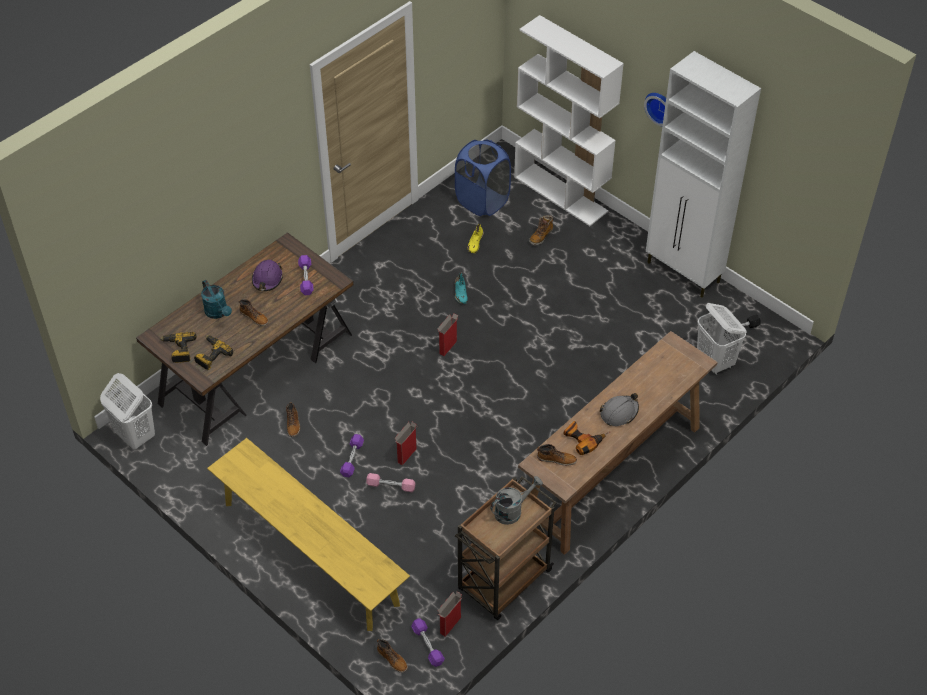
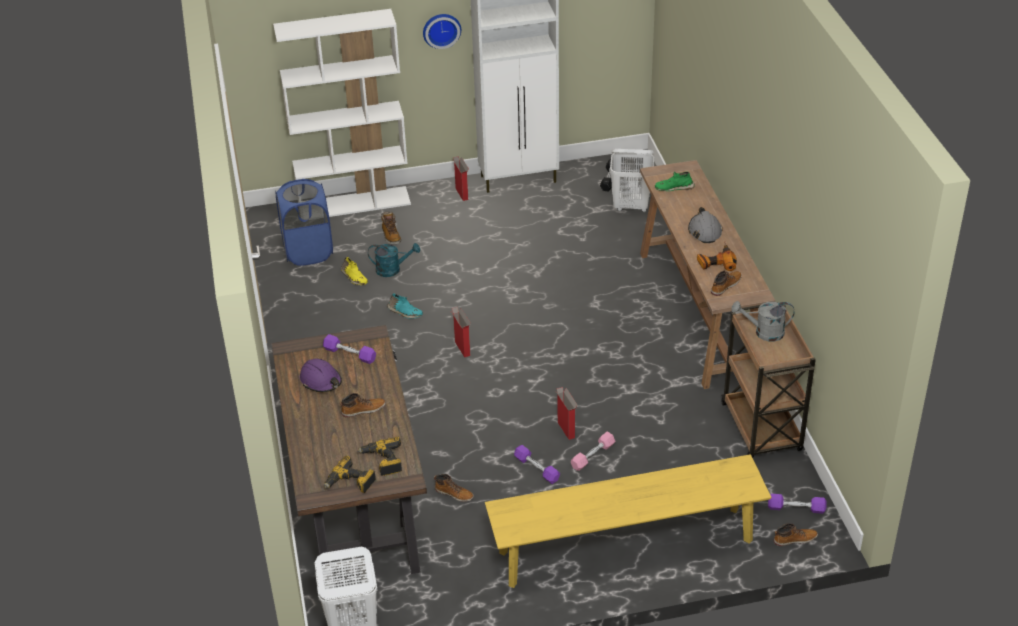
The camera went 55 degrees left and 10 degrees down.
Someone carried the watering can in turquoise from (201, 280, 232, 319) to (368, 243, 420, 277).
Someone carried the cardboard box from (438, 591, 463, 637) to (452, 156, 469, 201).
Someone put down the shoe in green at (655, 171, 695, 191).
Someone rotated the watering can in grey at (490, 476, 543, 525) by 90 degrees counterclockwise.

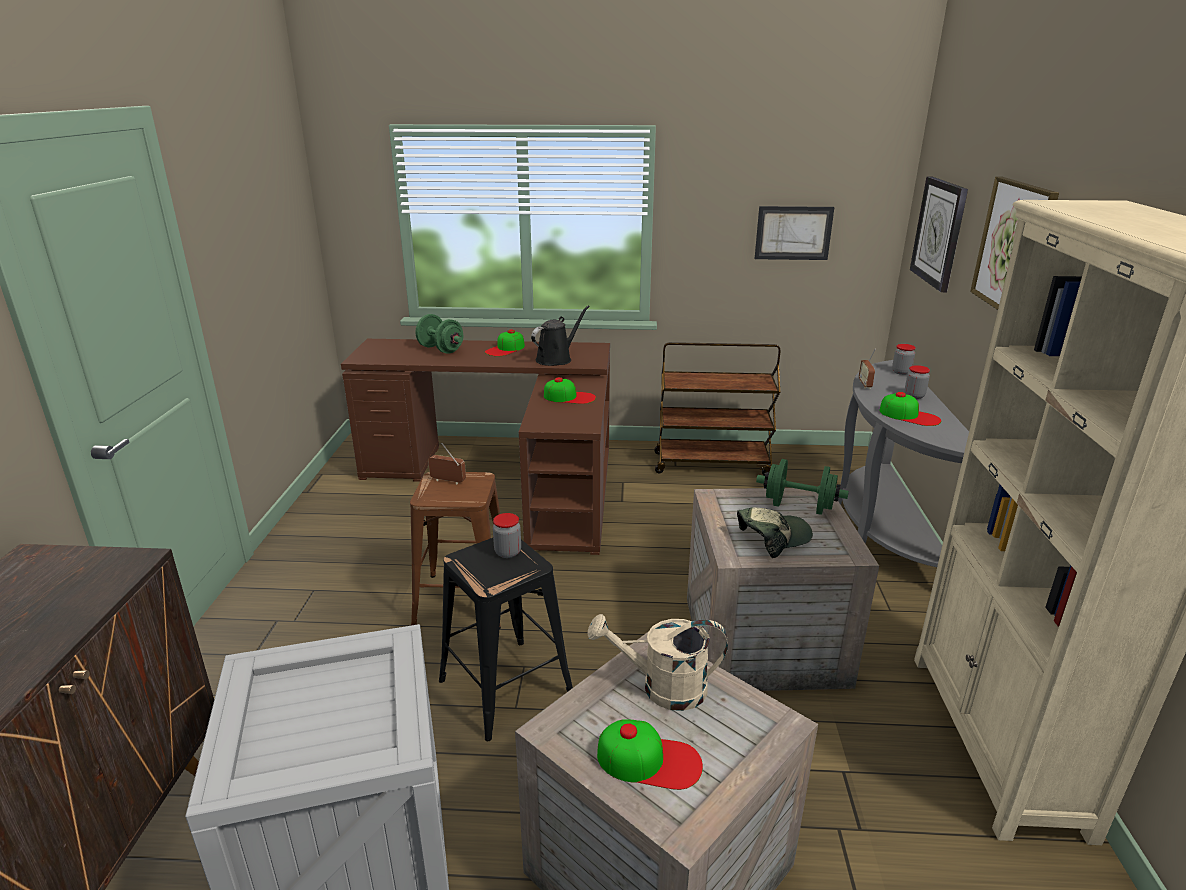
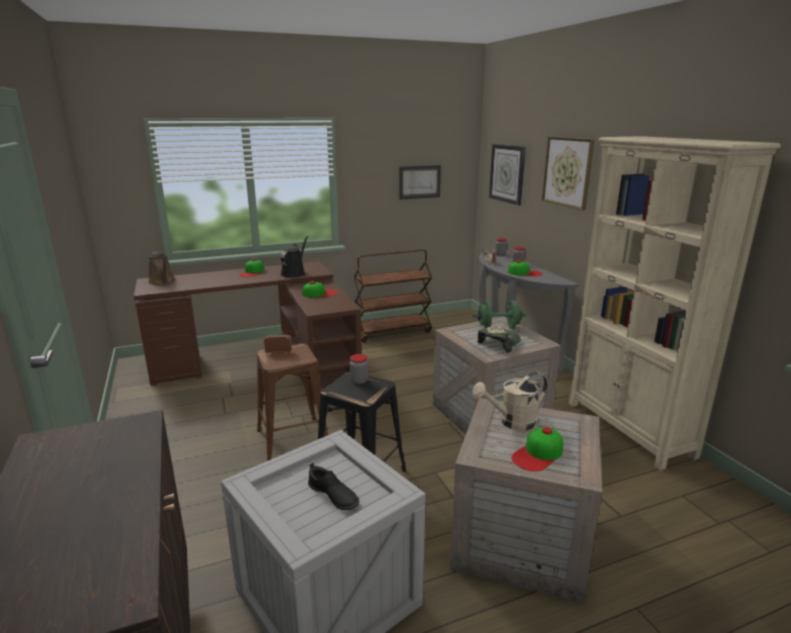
The camera went 25 degrees left and 5 degrees down.
Someone put down the watering can in brown at (148, 252, 175, 285).
Someone put down the shoe in black at (308, 463, 359, 510).
Someone rotated the cap at (597, 719, 703, 790) by 150 degrees clockwise.
Someone took away the dumbbell in green at (416, 314, 463, 354).

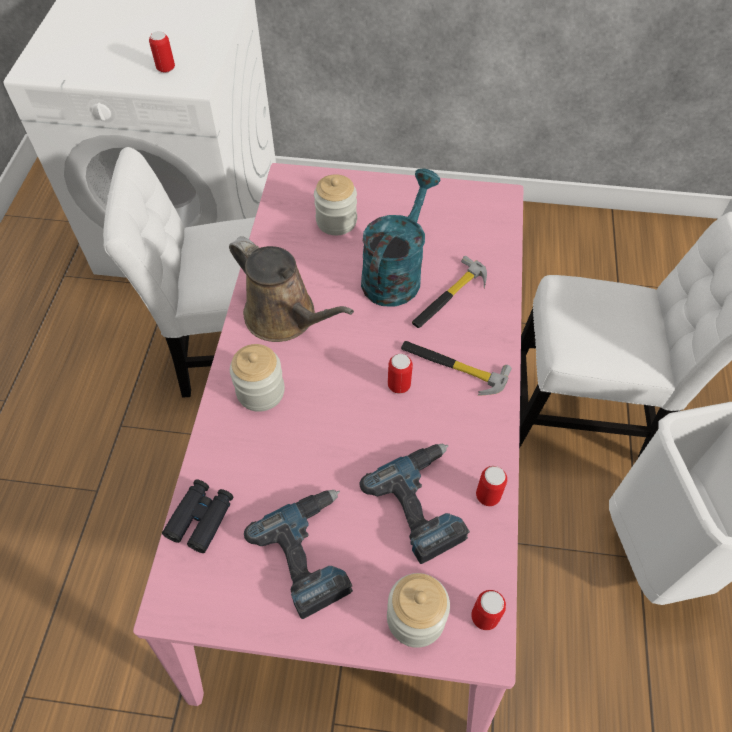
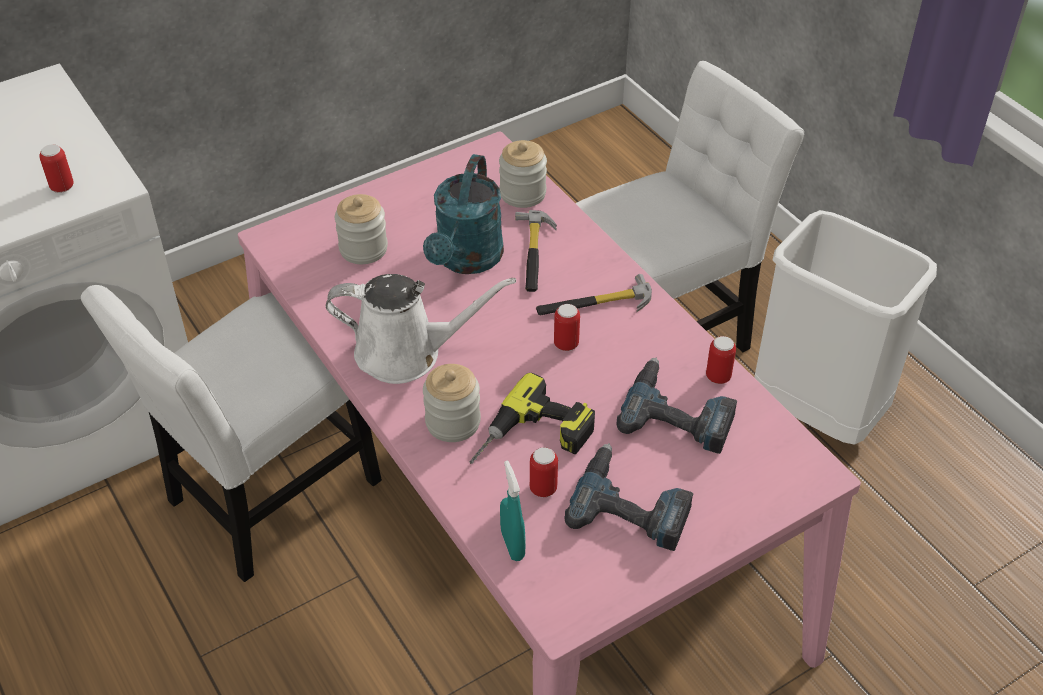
The camera went 40 degrees left and 10 degrees down.
Someone repainted the watering can in brown at (229, 236, 354, 342), which became the watering can in white at (326, 274, 516, 384).
Someone rotated the watering can in turquoise at (361, 169, 441, 307) by 150 degrees counterclockwise.
Someone put down the power drill at (469, 373, 595, 464).
Someone carried the jar from (387, 573, 450, 648) to (499, 140, 547, 208).
Someone swapped the binoculars in black at (162, 479, 233, 553) for the spray bottle in turquoise at (500, 461, 526, 561).
Someone carried the can from (471, 590, 506, 630) to (530, 447, 558, 497).

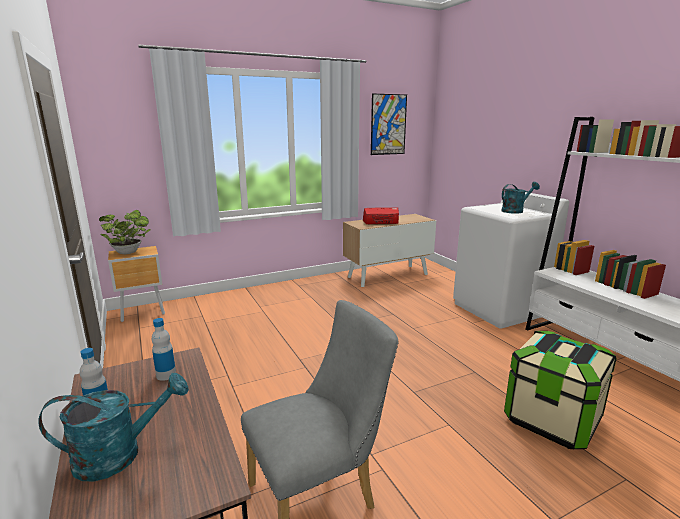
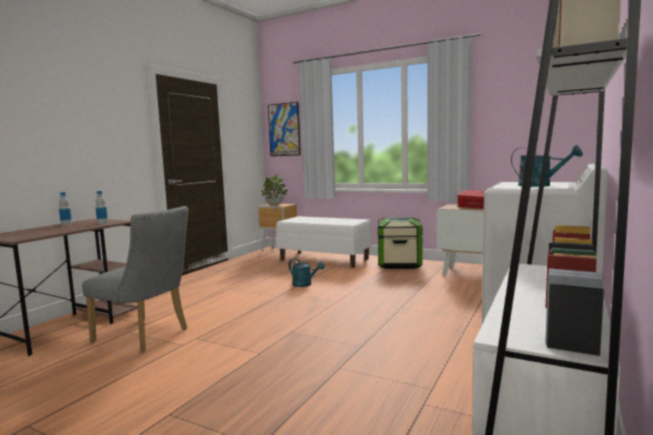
The camera went 55 degrees right and 10 degrees down.
Someone carried the picture from (371, 94, 407, 155) to (268, 102, 301, 156).
Someone put down the bench in white at (276, 216, 371, 268).
Someone carried the watering can in turquoise from (38, 373, 189, 481) to (289, 258, 325, 287).
Someone carried the storage box from (504, 331, 617, 449) to (378, 217, 422, 269).

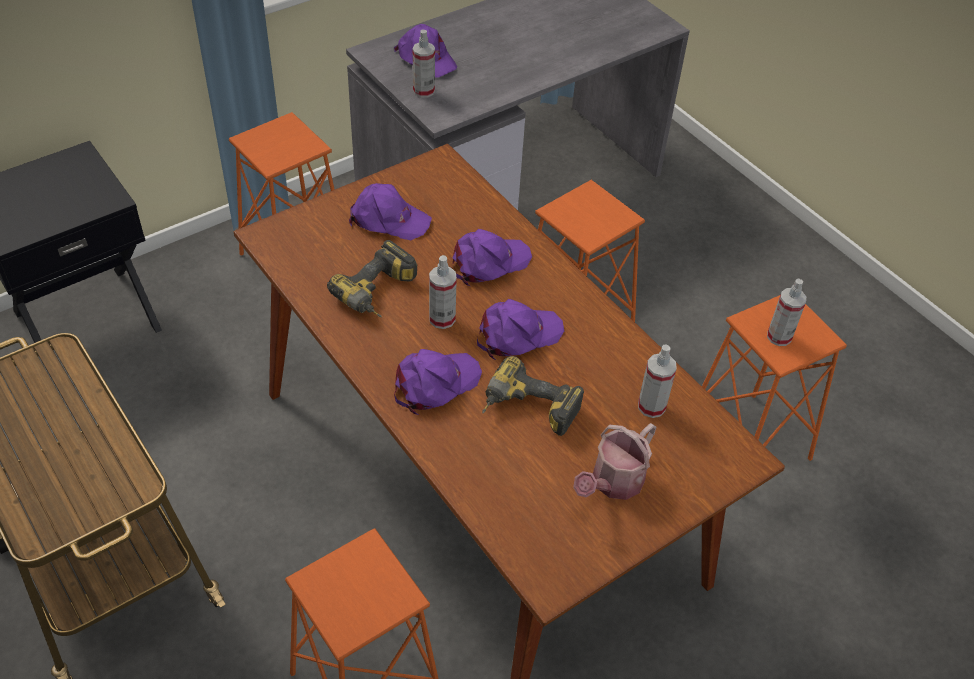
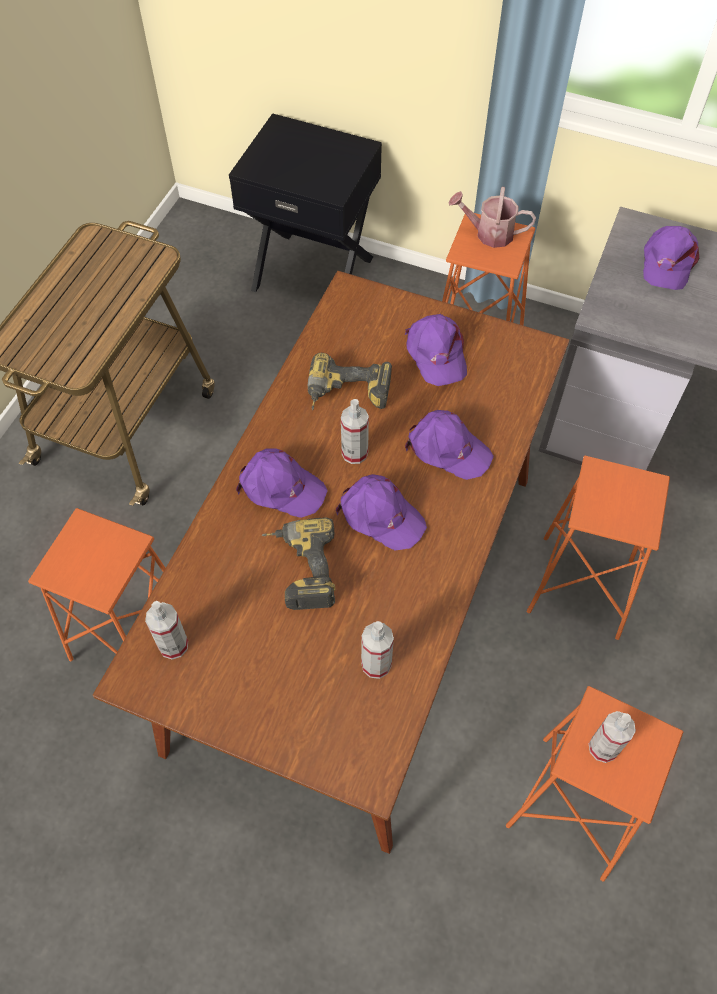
The camera went 60 degrees right and 10 degrees up.
Someone carried the spray bottle from (413, 29, 435, 98) to (145, 601, 188, 660).
Someone carried the watering can from (573, 423, 656, 500) to (449, 187, 536, 248).

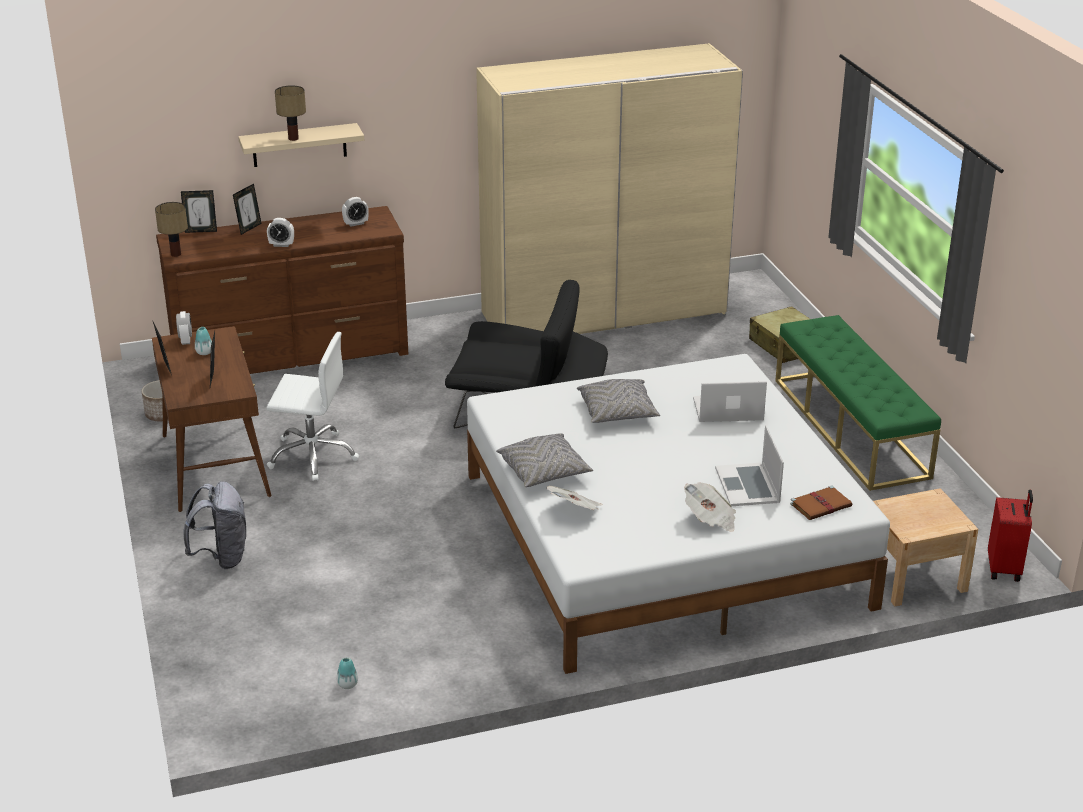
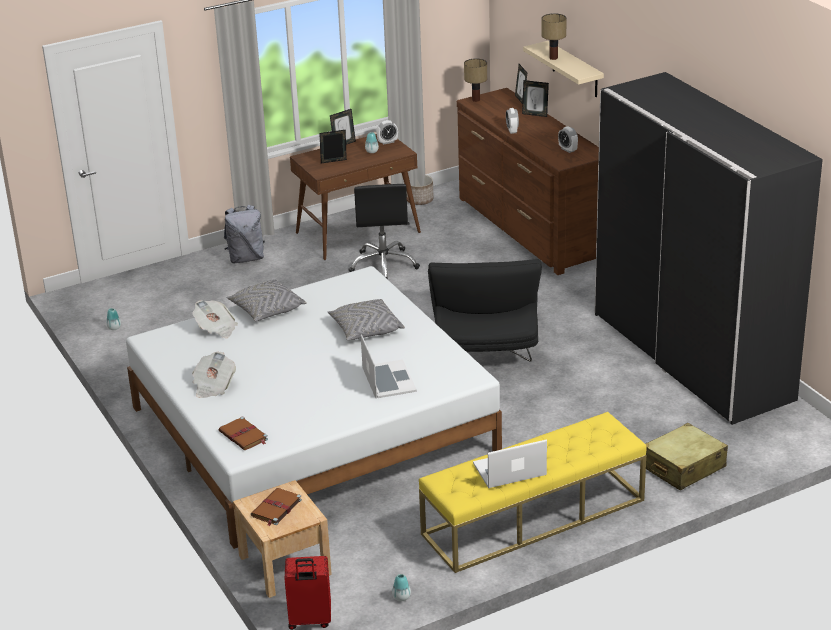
The camera went 80 degrees right and 0 degrees up.
Someone put down the book in brown at (251, 488, 302, 526).
Someone repainted the office chair in white at (267, 332, 359, 481), which became the office chair in black at (348, 184, 420, 279).
Someone put down the vase at (392, 574, 411, 601).
Someone repainted the bench in green at (775, 315, 941, 491), which became the bench in yellow at (419, 412, 647, 573).
Someone carried the laptop from (715, 425, 784, 506) to (473, 439, 547, 488).
Someone repainted the wardrobe in beige at (476, 43, 743, 334), which became the wardrobe in black at (595, 72, 823, 425).

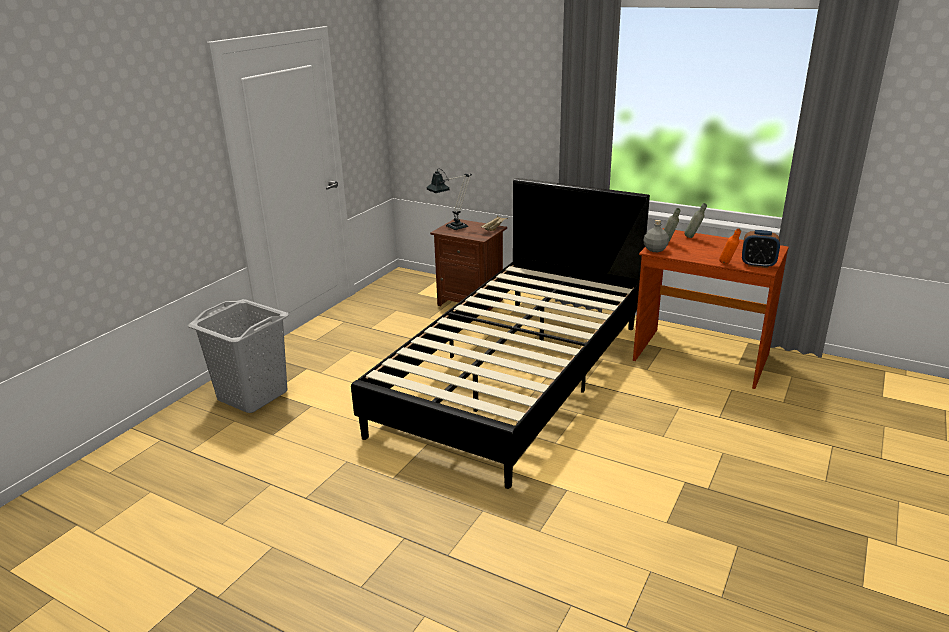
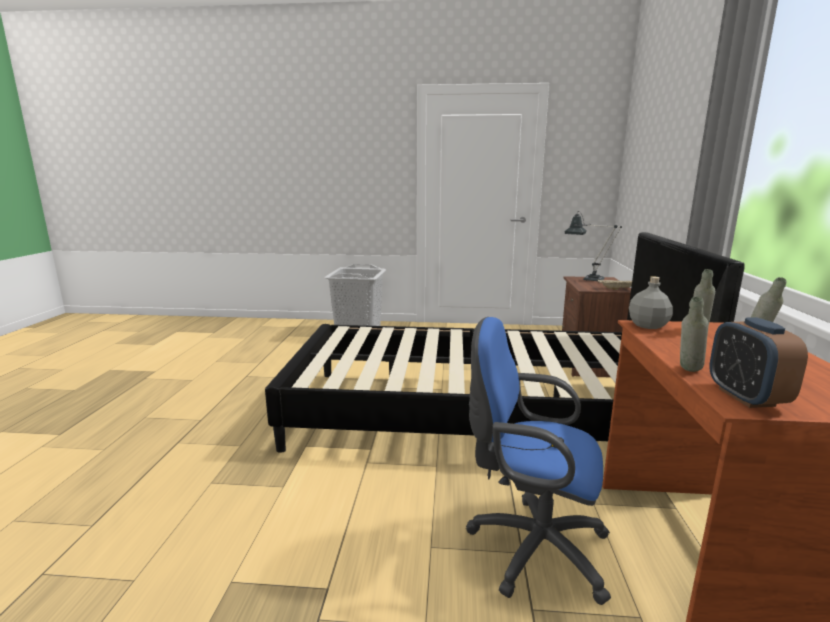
The camera went 65 degrees right and 10 degrees down.
Someone put down the office chair in blue at (466, 317, 611, 605).
Someone repainted the bottle in orange at (719, 228, 741, 264), which became the bottle in grey at (680, 296, 708, 372).

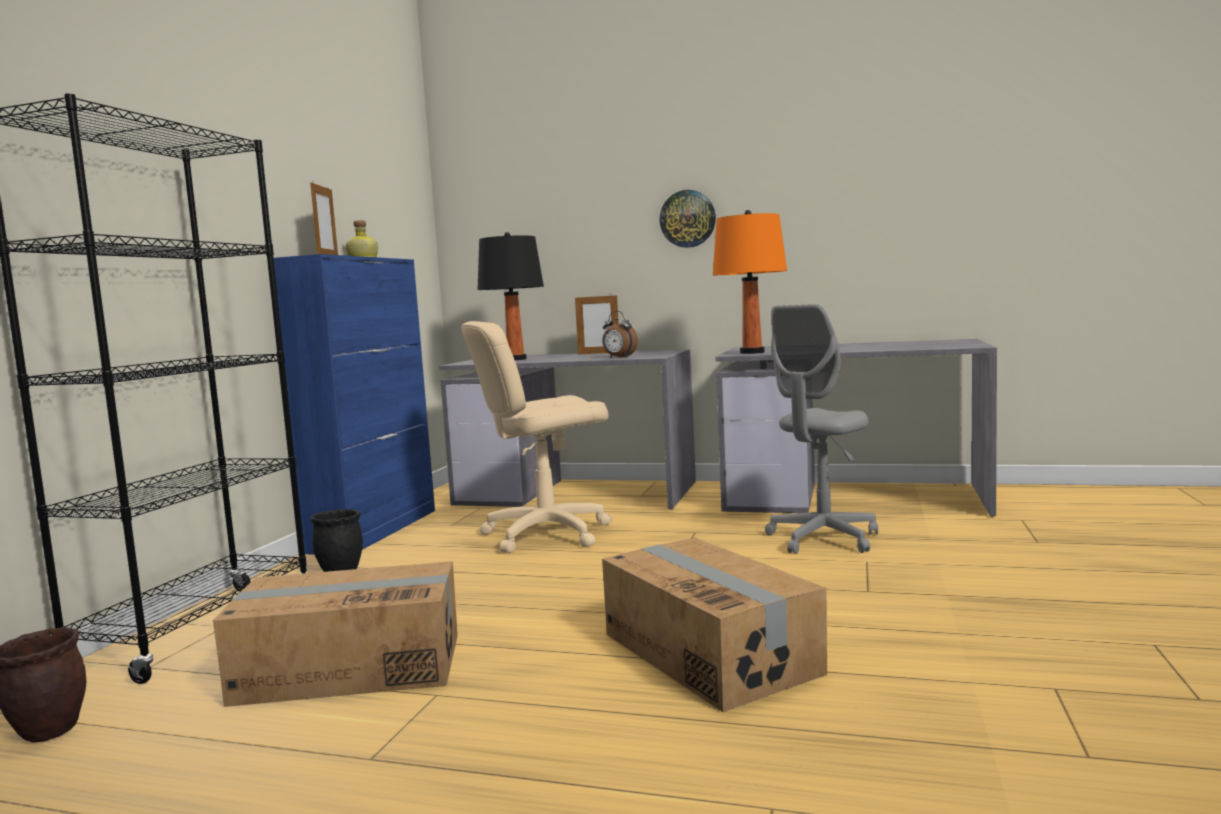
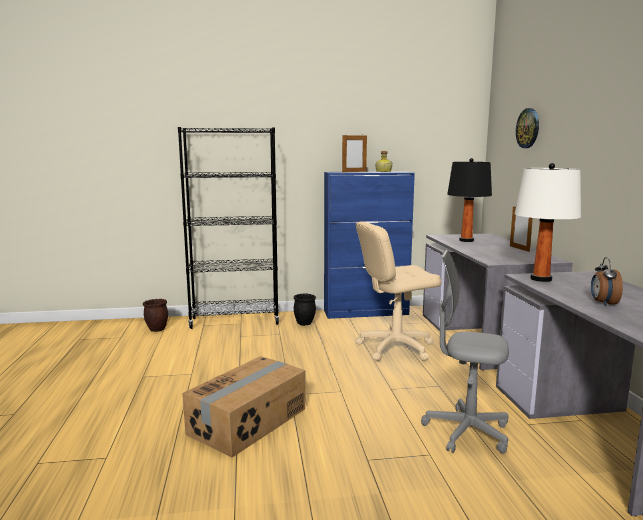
The camera went 65 degrees right and 5 degrees up.
Someone rotated the office chair in beige at (461, 321, 612, 553) by 60 degrees counterclockwise.
Someone repainted the table lamp in orange at (713, 210, 787, 354), which became the table lamp in white at (515, 163, 581, 282).
Someone carried the wall clock from (660, 190, 716, 248) to (516, 108, 539, 148).
Someone carried the alarm clock from (602, 311, 638, 358) to (591, 257, 623, 306).
Someone took away the cardboard box at (213, 561, 458, 707).

